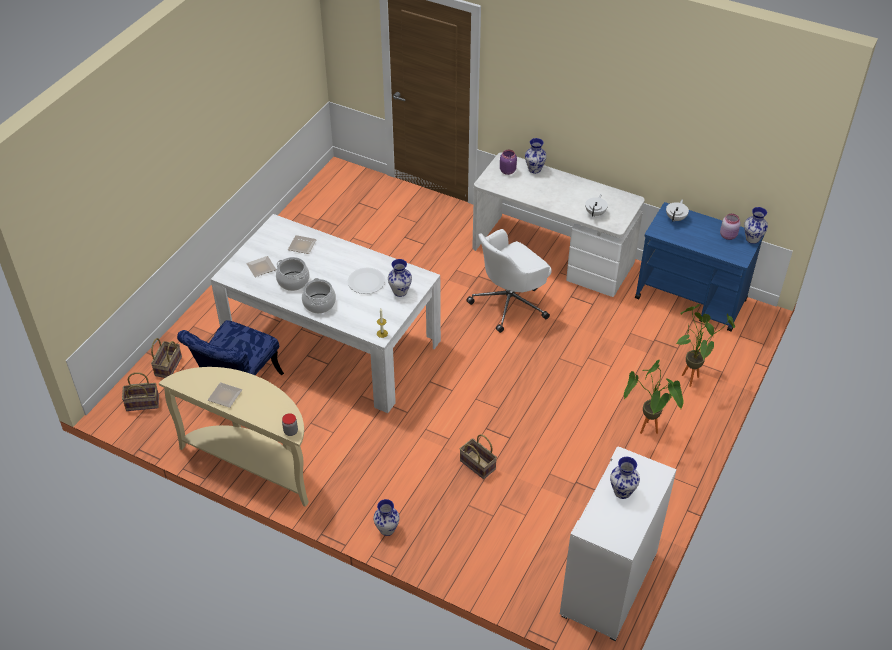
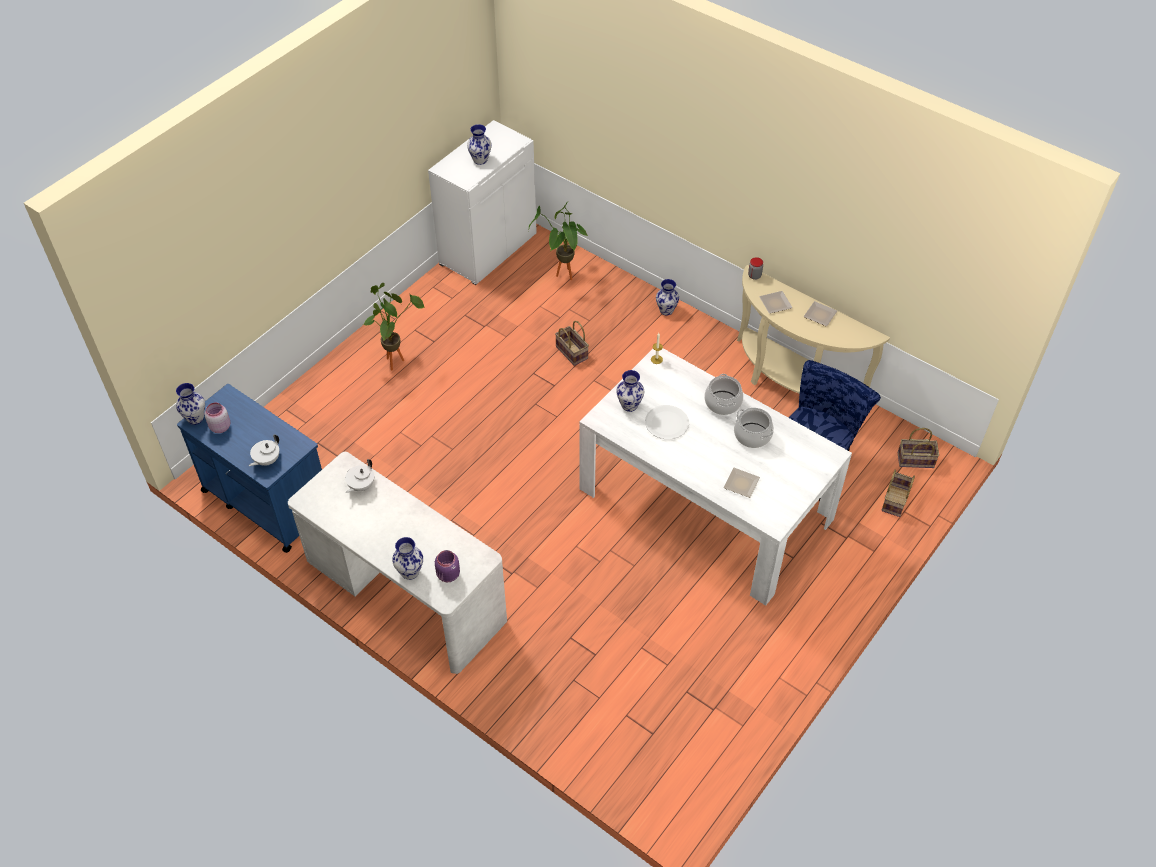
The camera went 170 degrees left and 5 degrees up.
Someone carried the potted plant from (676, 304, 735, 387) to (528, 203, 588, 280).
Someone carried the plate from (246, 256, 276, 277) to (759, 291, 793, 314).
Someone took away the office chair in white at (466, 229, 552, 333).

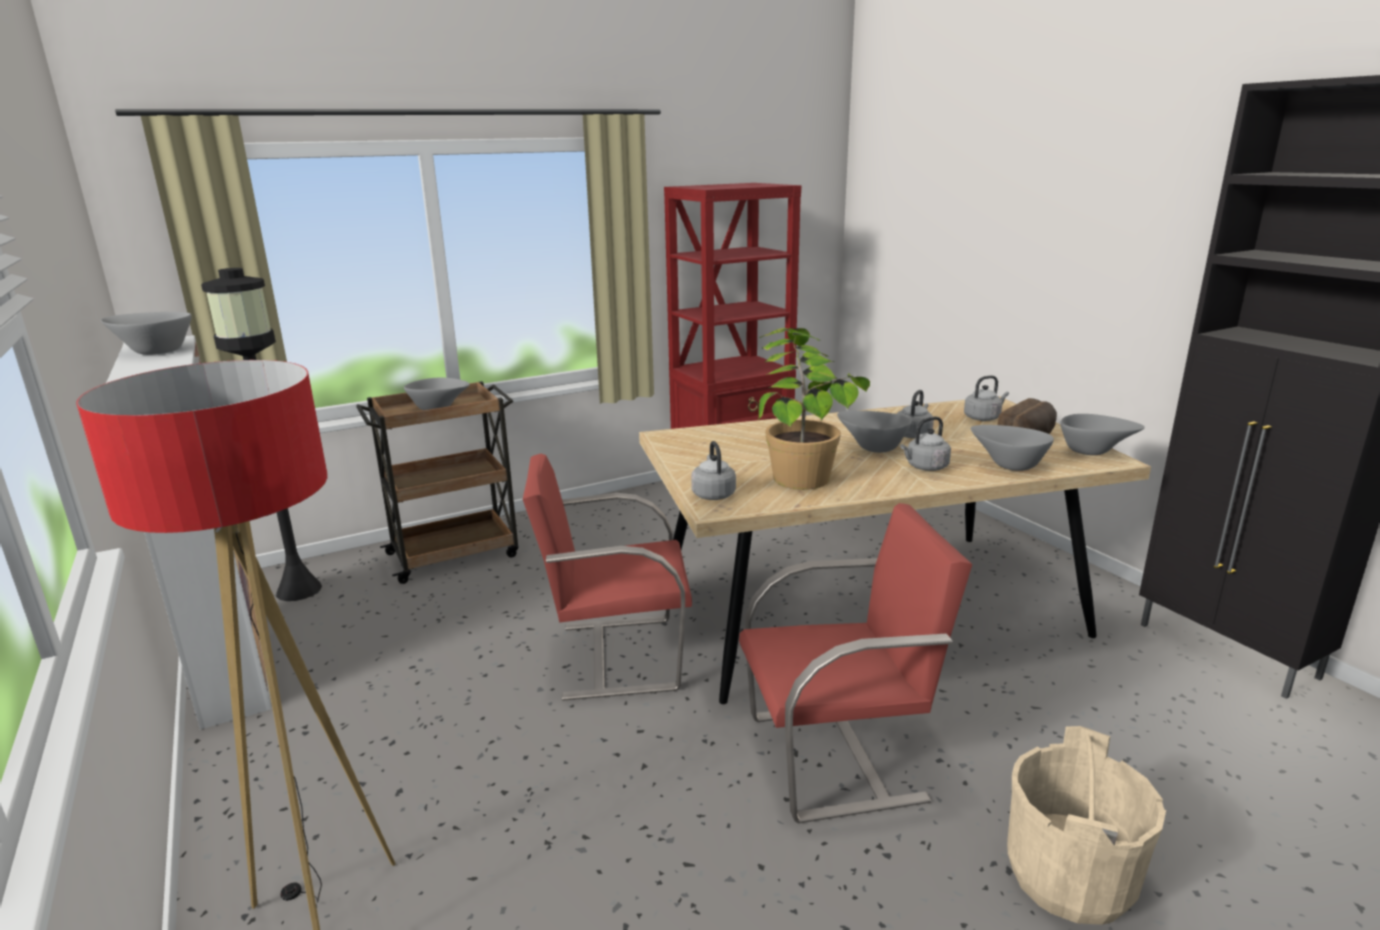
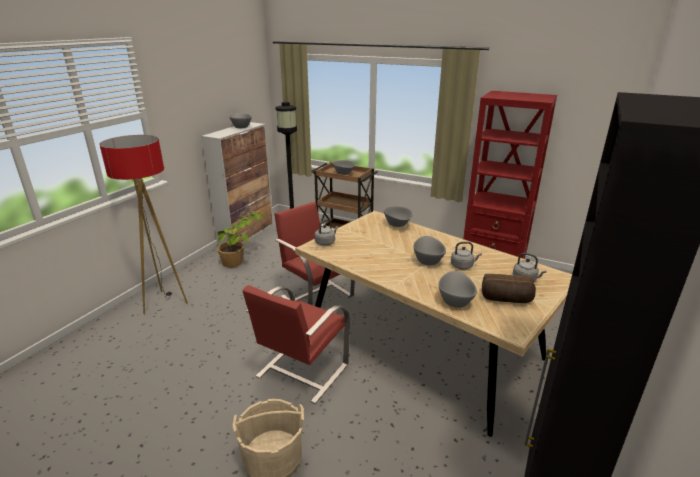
The camera went 55 degrees right and 5 degrees up.
Someone carried the potted plant from (758, 328, 870, 490) to (217, 211, 266, 268).
Someone rotated the chair in red at (739, 503, 972, 823) by 75 degrees clockwise.
Someone carried the bowl in grey from (1060, 414, 1145, 455) to (384, 206, 412, 227).
Someone took away the kettle in grey at (900, 417, 951, 471).

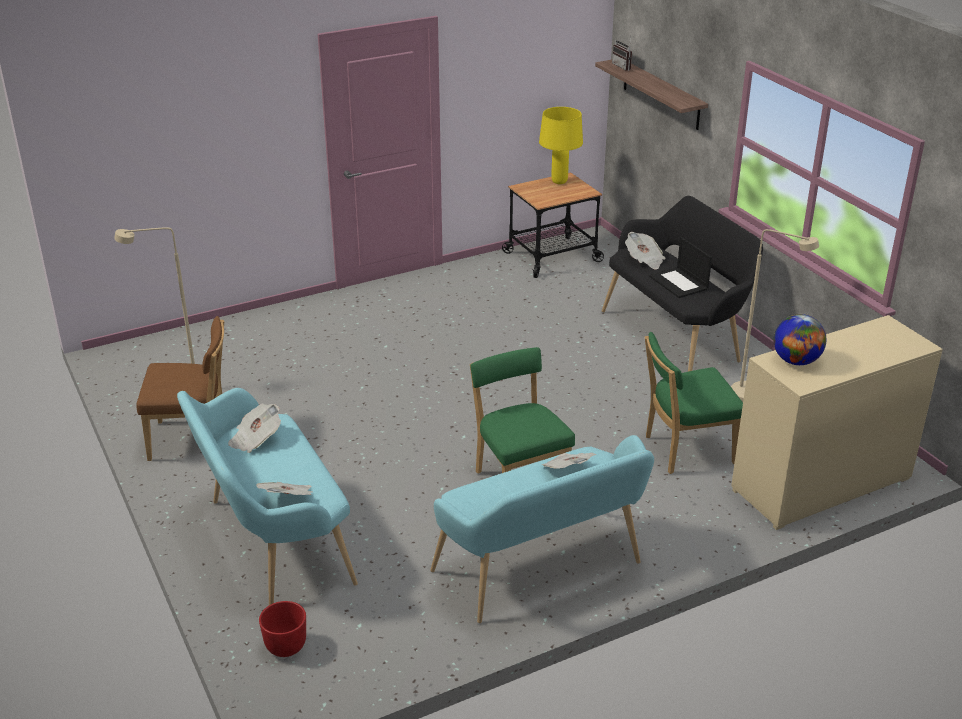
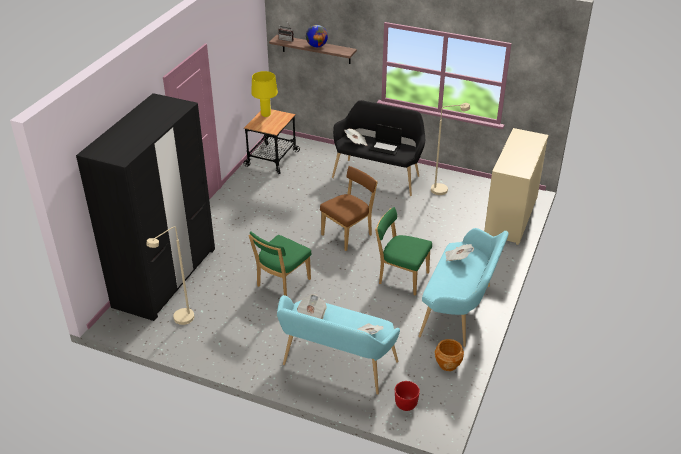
The camera went 40 degrees left and 5 degrees up.
Someone put down the wardrobe in black at (76, 93, 215, 321).
Someone carried the chair in green from (645, 332, 743, 474) to (248, 231, 311, 296).
Someone carried the globe from (774, 314, 826, 365) to (306, 25, 328, 47).
Someone carried the chair in brown from (136, 316, 224, 461) to (320, 166, 378, 251).
Someone put down the planter in brown at (435, 339, 464, 371).

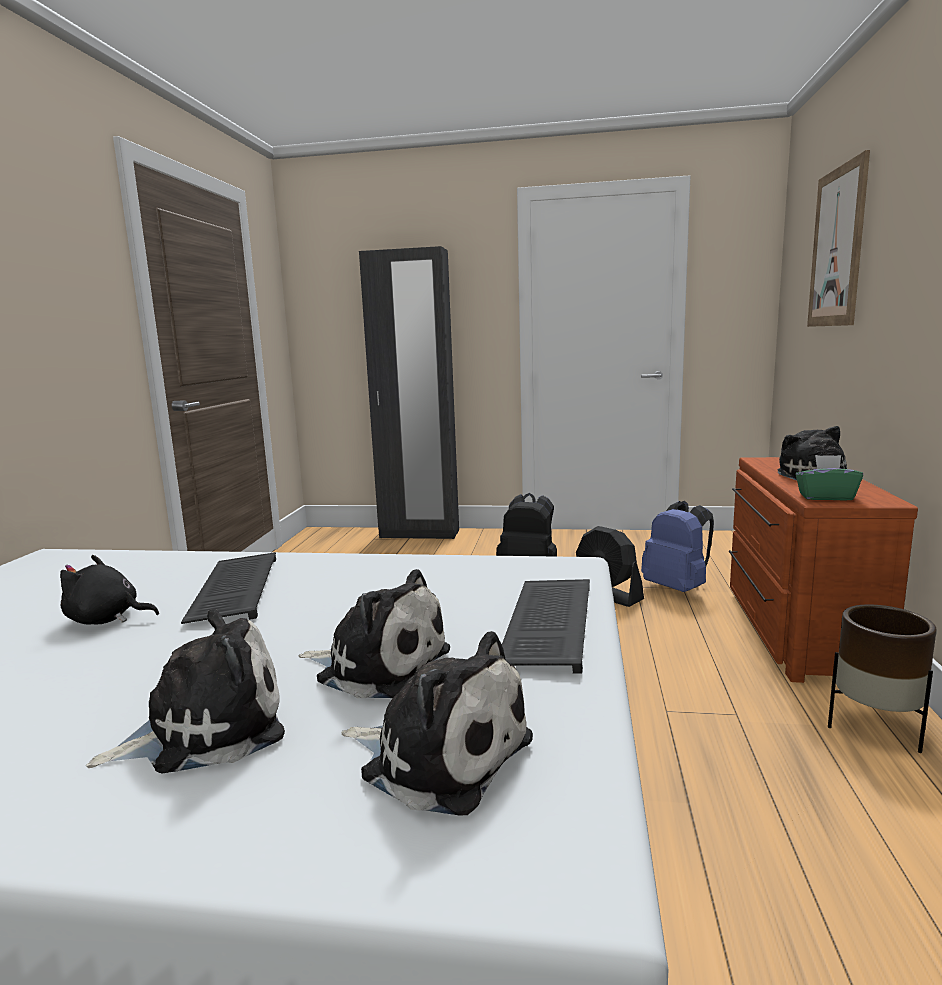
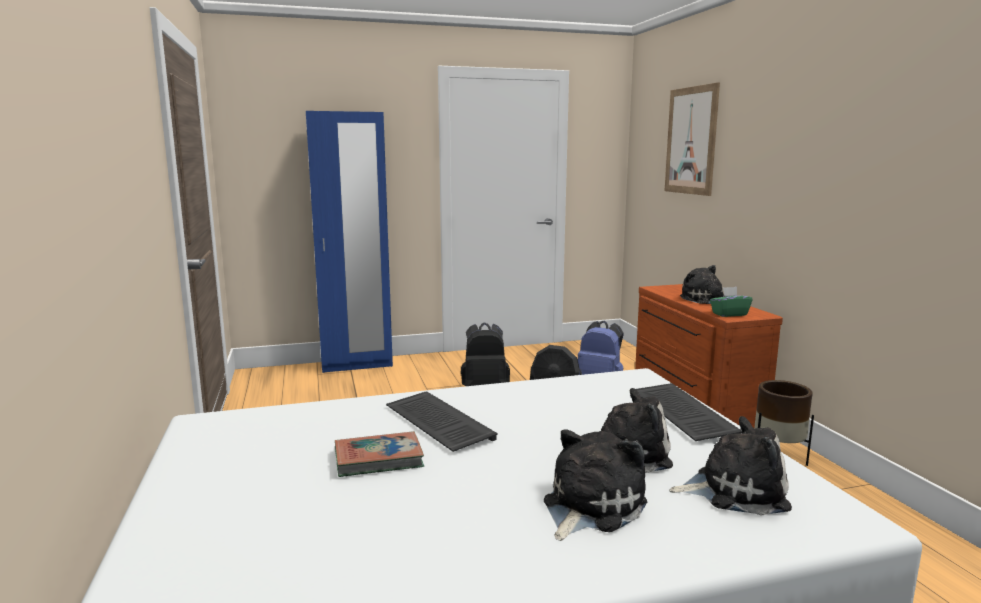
The camera went 25 degrees left and 0 degrees up.
Someone repainted the wardrobe in black at (359, 246, 459, 539), which became the wardrobe in blue at (306, 111, 393, 373).
Someone swapped the plush toy in black at (60, 555, 159, 625) for the book at (335, 431, 424, 477).

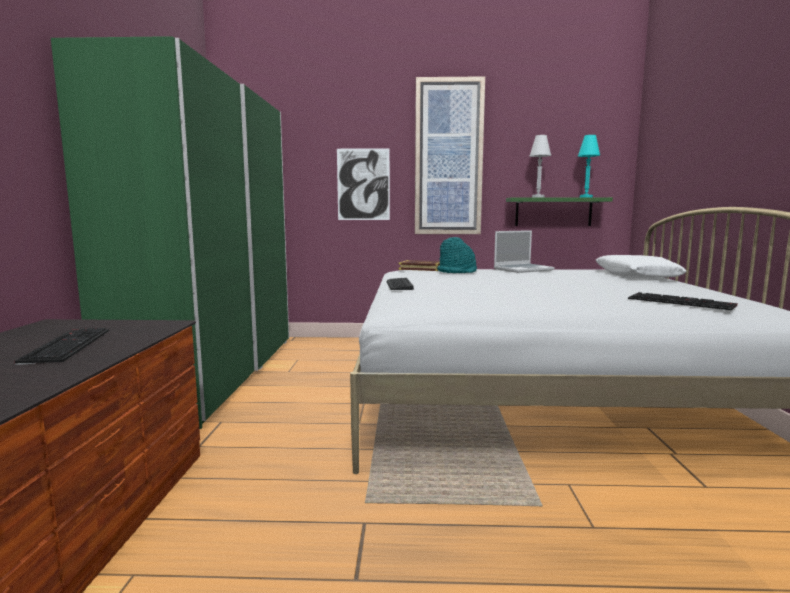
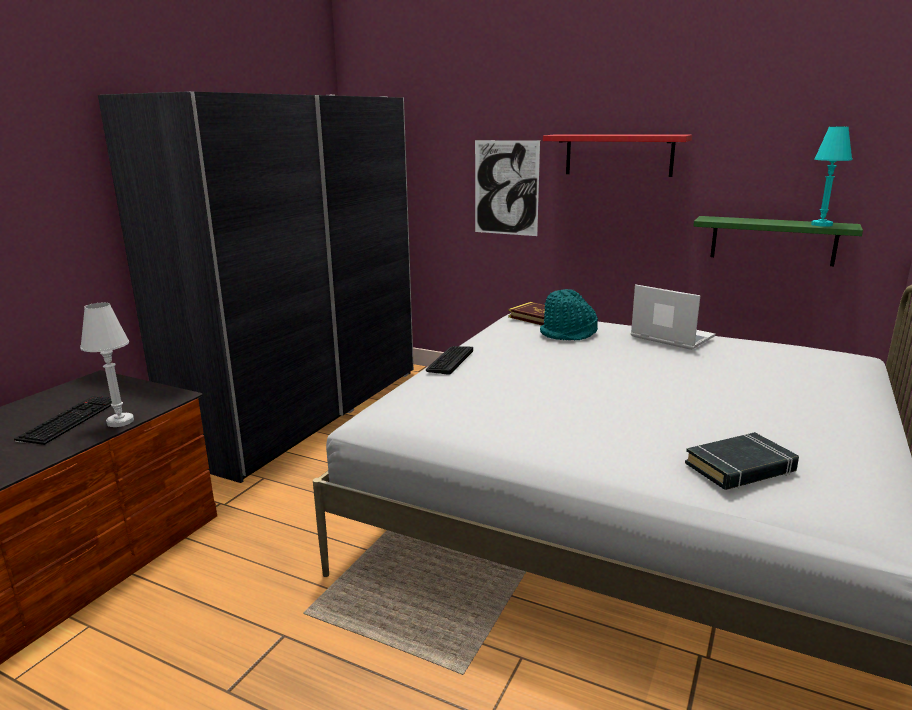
The camera went 25 degrees right and 10 degrees up.
Someone carried the table lamp in white from (529, 135, 551, 197) to (80, 303, 134, 427).
Someone repainted the wardrobe in green at (51, 36, 289, 429), which became the wardrobe in grey at (98, 91, 414, 483).
Someone swapped the picture at (415, 76, 485, 234) for the shelf in red at (543, 134, 692, 177).
Someone rotated the laptop at (494, 230, 554, 273) by 135 degrees counterclockwise.
Someone swapped the keyboard at (628, 292, 738, 311) for the book in black at (685, 432, 799, 490).
Someone took away the pillow in white at (596, 255, 687, 278).

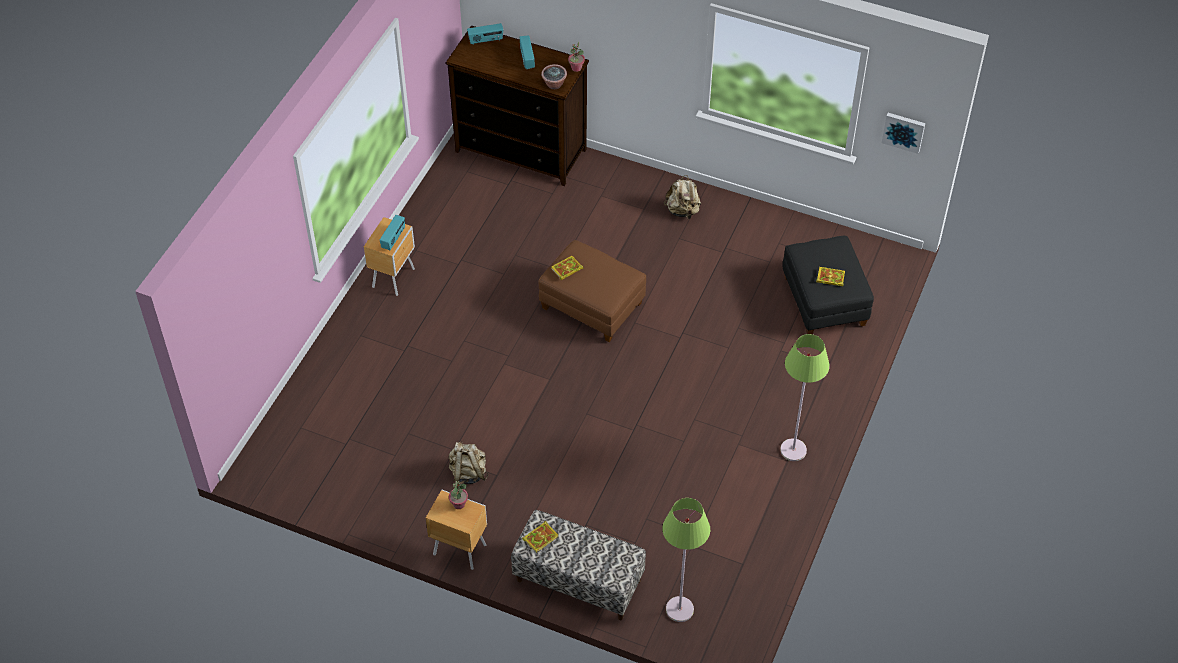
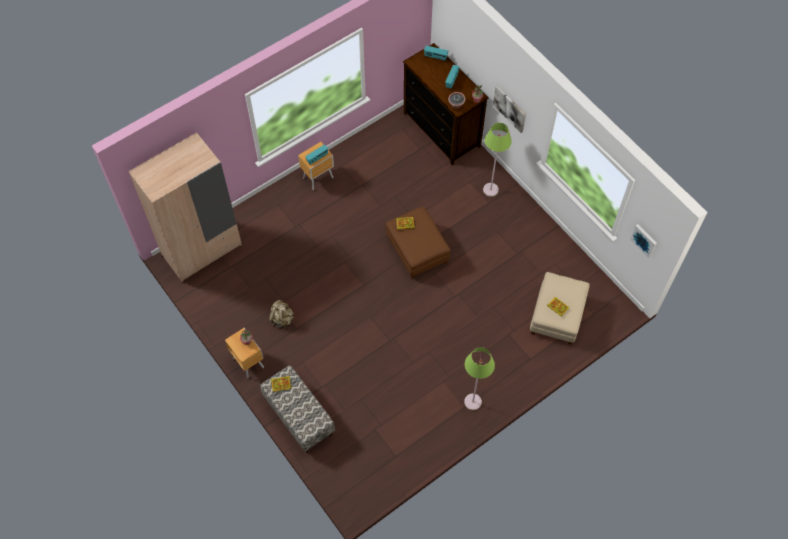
The camera went 30 degrees right and 10 degrees up.
Someone put down the wardrobe in beige at (129, 132, 242, 283).
Someone carried the floor lamp in green from (662, 498, 710, 622) to (483, 123, 512, 197).
Someone put up the picture at (493, 86, 526, 133).
Someone repainted the ottoman in black at (782, 236, 874, 334), which became the ottoman in beige at (530, 272, 590, 345).
Someone took away the backpack in beige at (664, 175, 701, 219).

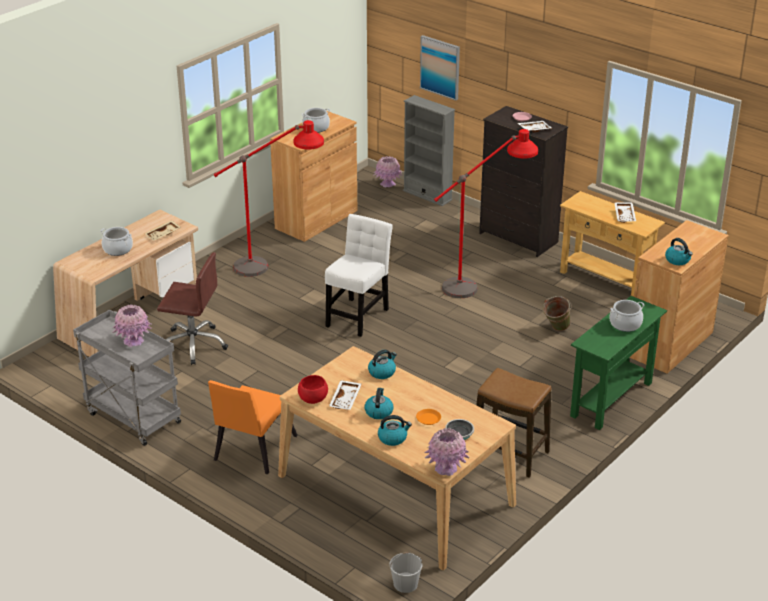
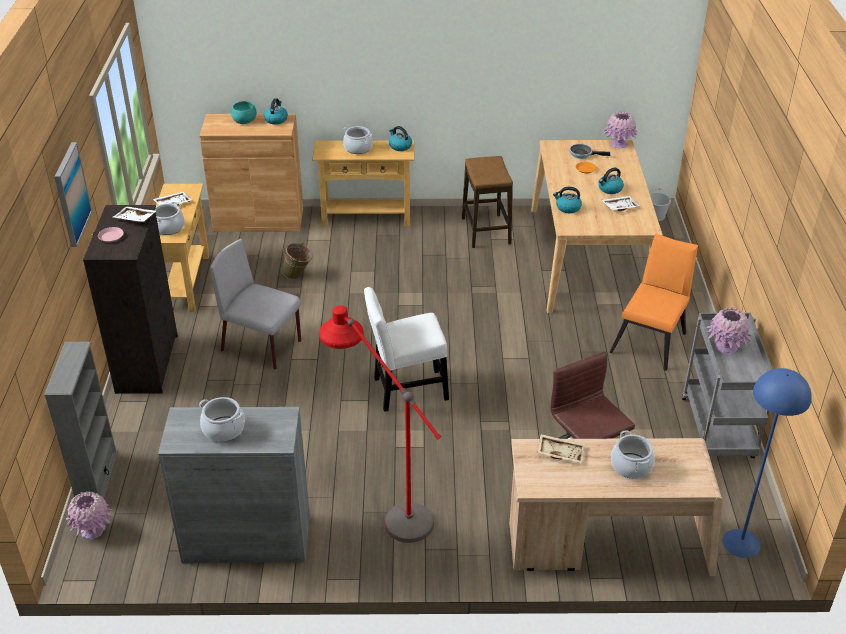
The camera went 130 degrees left and 5 degrees up.
Someone carried the picture from (420, 35, 460, 101) to (54, 142, 92, 247).
Someone put down the cooking pot at (155, 202, 185, 235).
Someone repainted the cabinet in brown at (270, 111, 357, 242), which became the cabinet in grey at (158, 407, 310, 563).
Someone swapped the floor lamp in red at (434, 129, 538, 298) for the chair in grey at (210, 239, 301, 370).
Someone put down the bowl in turquoise at (231, 101, 257, 124).
Someone repainted the console table in green at (570, 296, 667, 430), which became the console table in beige at (312, 141, 414, 226).
Someone carried the kettle from (378, 415, 412, 446) to (389, 126, 412, 151).
Someone rotated the chair in orange at (208, 380, 298, 474) by 45 degrees counterclockwise.
Someone put down the floor lamp in blue at (723, 368, 812, 558).
Someone took away the bowl in red at (298, 375, 328, 404).

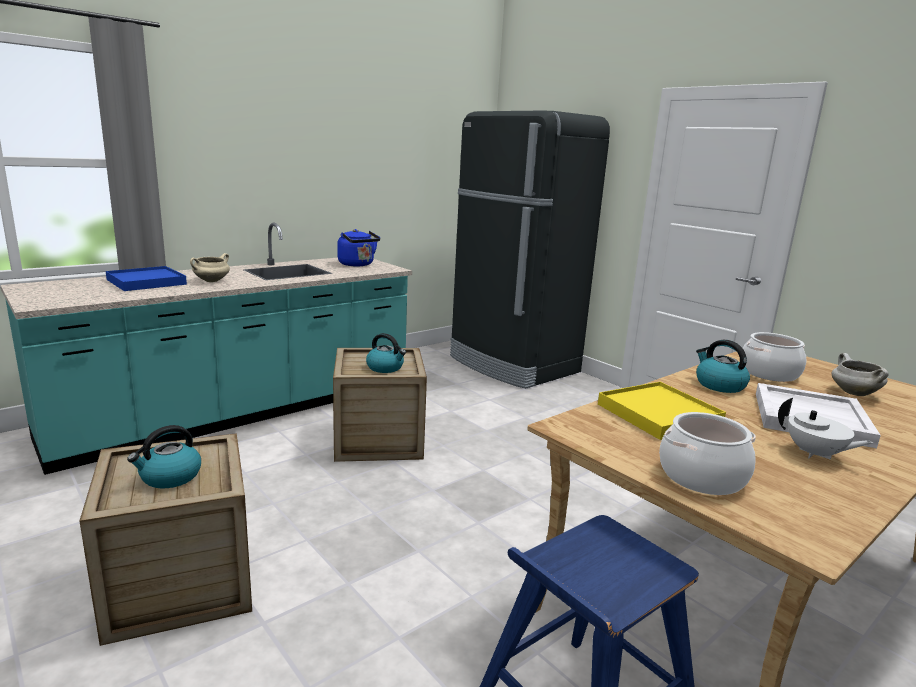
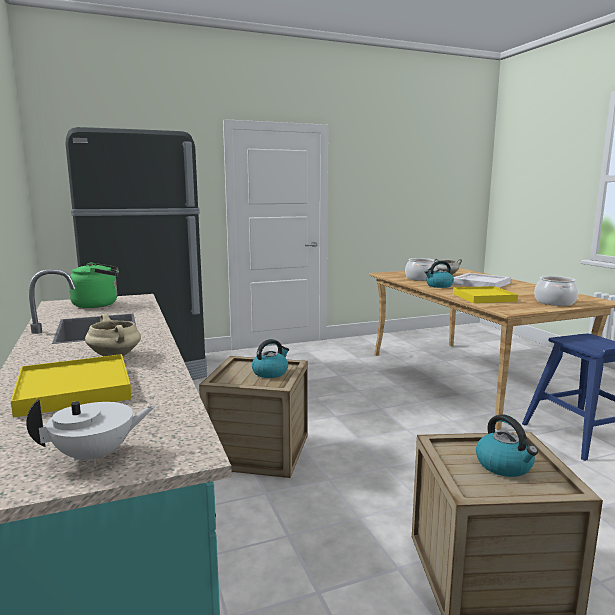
The camera went 70 degrees left and 5 degrees down.
Someone repainted the tray in blue at (106, 266, 187, 291), which became the tray in yellow at (11, 354, 132, 418).
Someone carried the teapot in white from (778, 398, 873, 460) to (26, 398, 155, 466).
Someone repainted the kettle in blue at (337, 229, 380, 266), which became the kettle in green at (68, 263, 119, 308).

